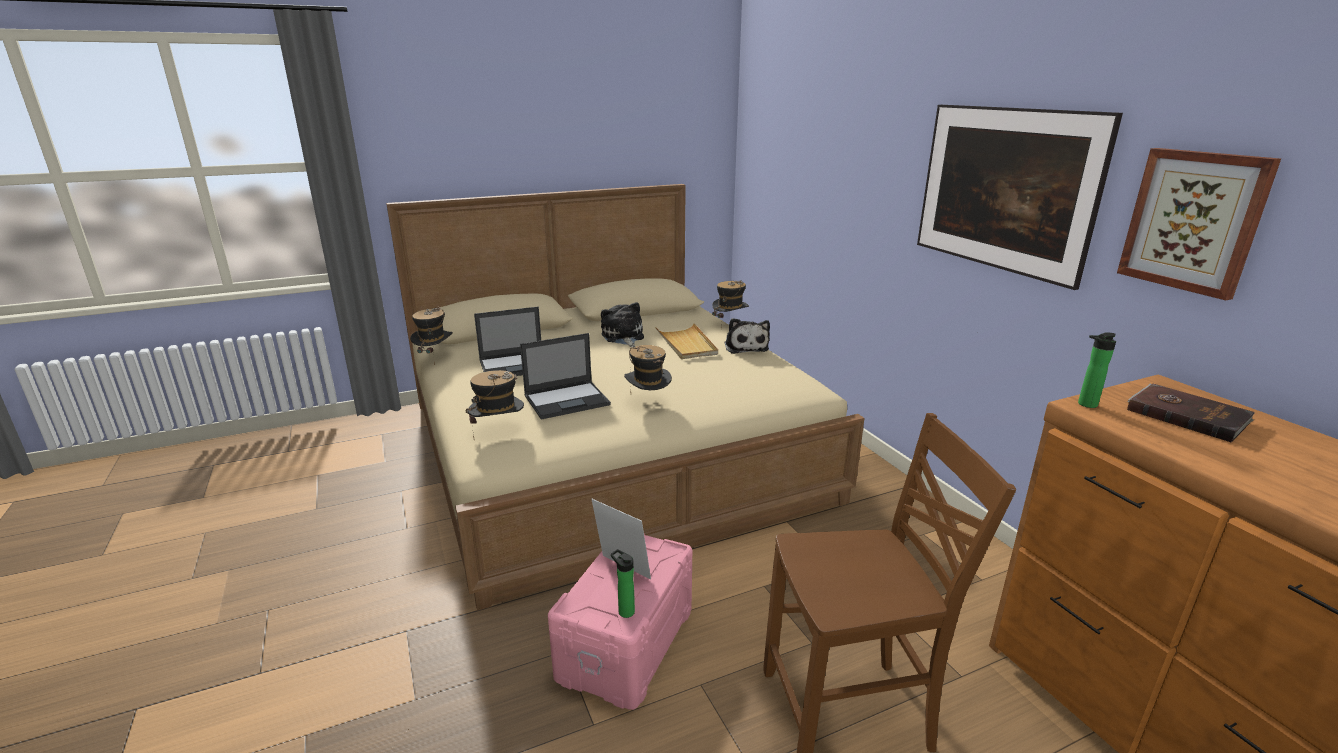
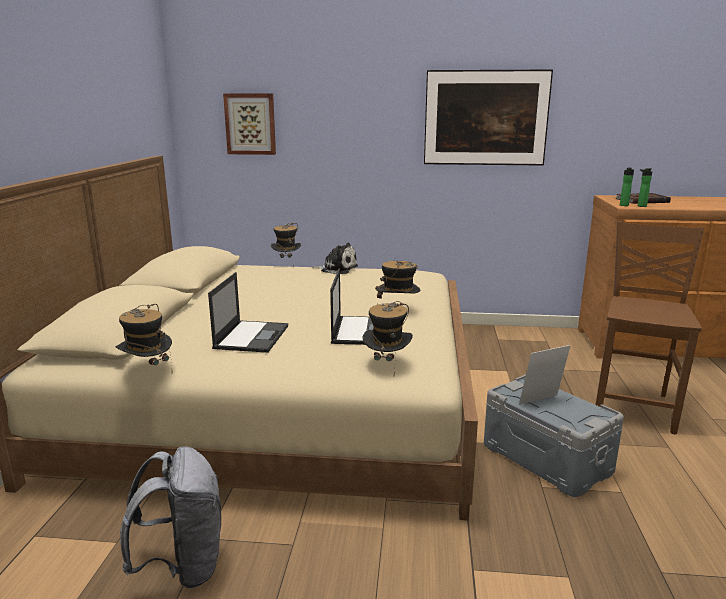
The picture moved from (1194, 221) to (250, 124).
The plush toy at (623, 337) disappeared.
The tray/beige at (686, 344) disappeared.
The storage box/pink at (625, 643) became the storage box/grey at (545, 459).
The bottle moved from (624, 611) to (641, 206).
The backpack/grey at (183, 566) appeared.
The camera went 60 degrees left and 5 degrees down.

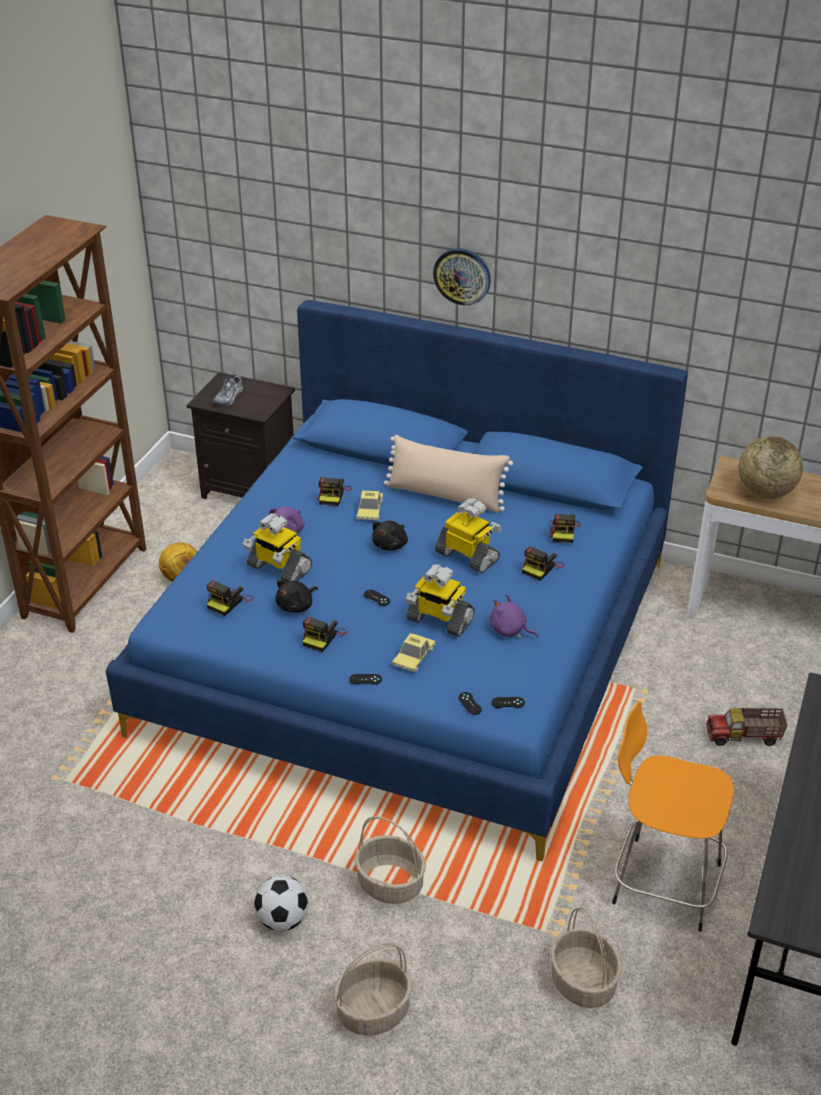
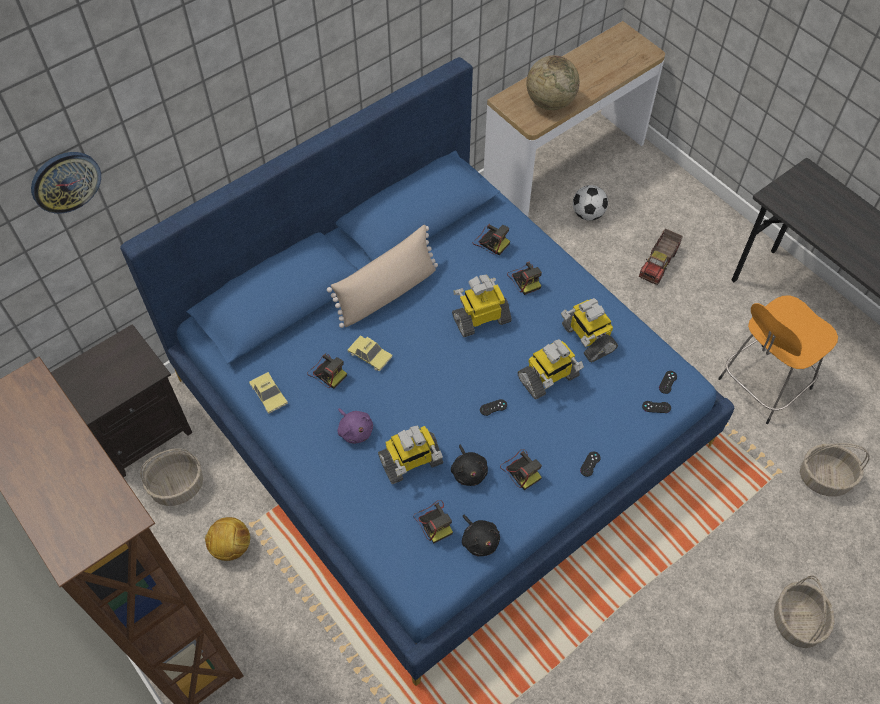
The wall clock moved from (462, 276) to (65, 181).
The shoe at (229, 397) disappeared.
The plush toy/black moved from (391, 544) to (479, 540).
The plush toy/purple at (510, 630) was replaced by the toy robot at (587, 338).
The toy car moved from (413, 656) to (269, 395).
The basket moved from (389, 884) to (177, 487).
The football moved from (282, 920) to (588, 214).
The camera went 60 degrees left and 20 degrees up.

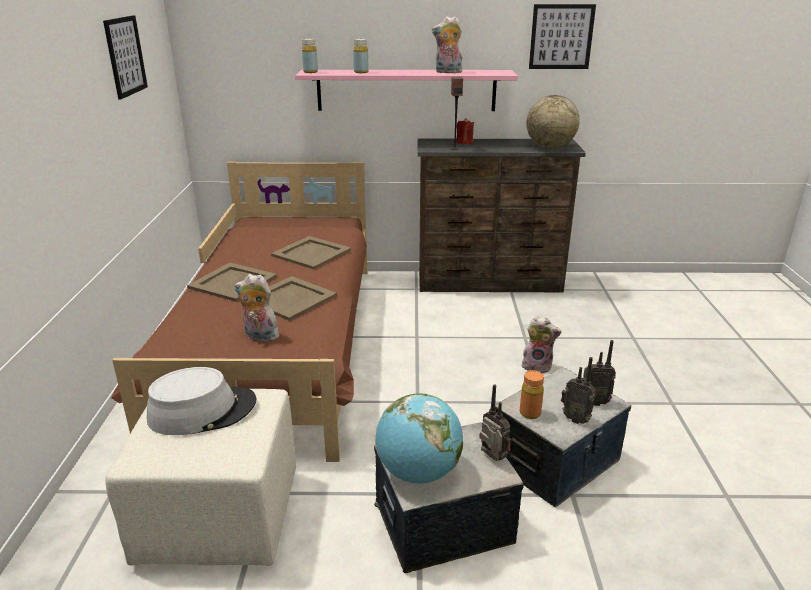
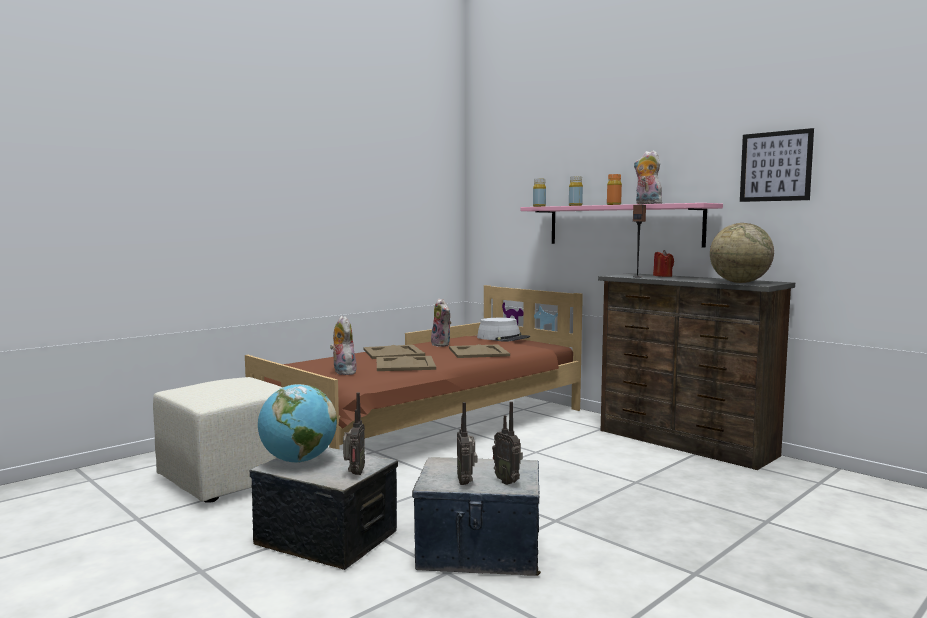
The picture at (125, 56) disappeared.
The plush toy moved from (537, 366) to (442, 345).
The hat/grey moved from (202, 411) to (503, 338).
The bottle/orange moved from (530, 413) to (613, 205).
The camera went 45 degrees right and 20 degrees down.

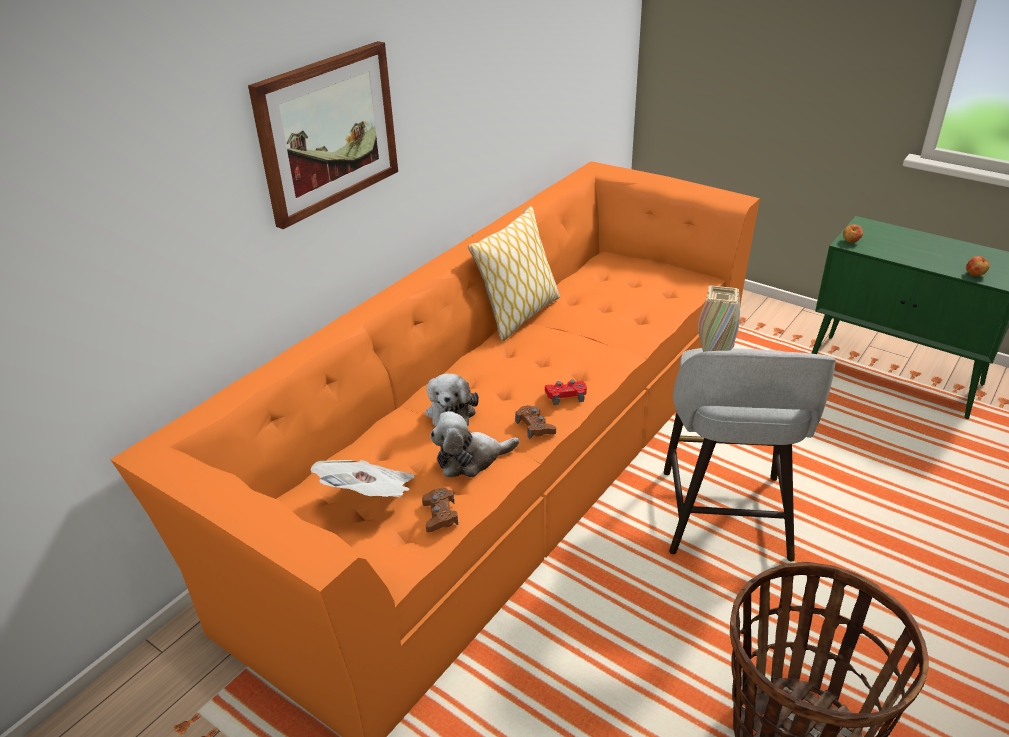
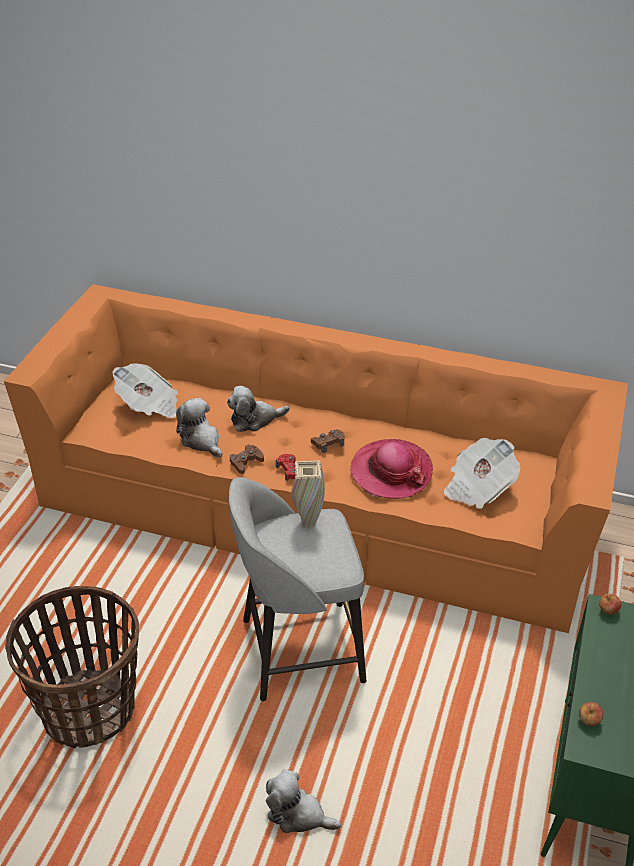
The picture at (327, 132) disappeared.
The pillow at (519, 315) disappeared.
The game controller/brown moved from (440, 515) to (328, 443).
The newspaper at (478, 487) appeared.
The hat at (391, 471) appeared.
The plush toy at (298, 814) appeared.
The camera went 70 degrees right and 5 degrees up.

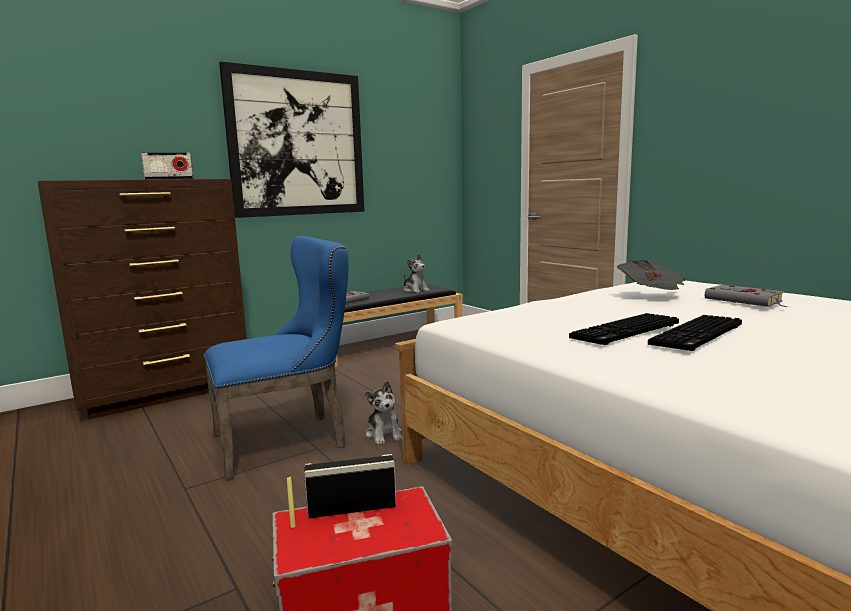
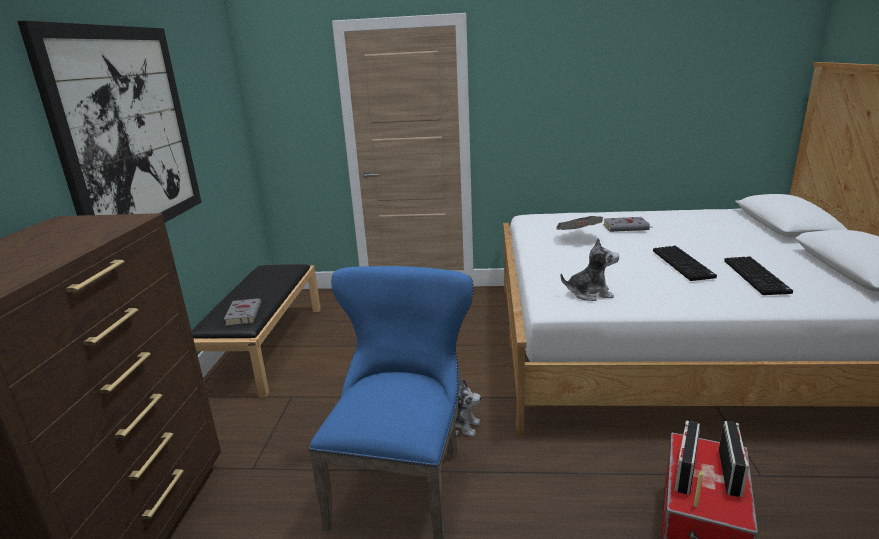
The radio moved from (169, 179) to (730, 472).
The plush toy moved from (415, 290) to (589, 293).
The keyboard moved from (626, 331) to (757, 277).
The camera went 50 degrees left and 10 degrees up.

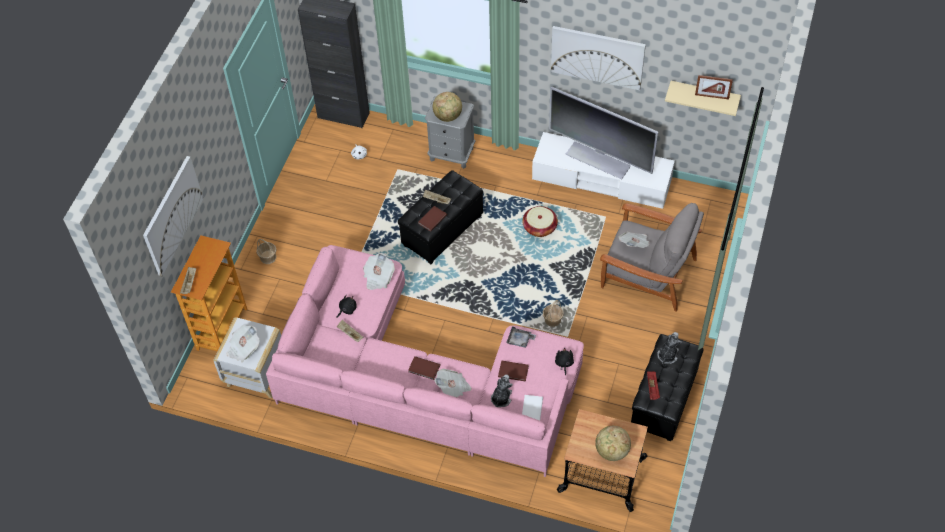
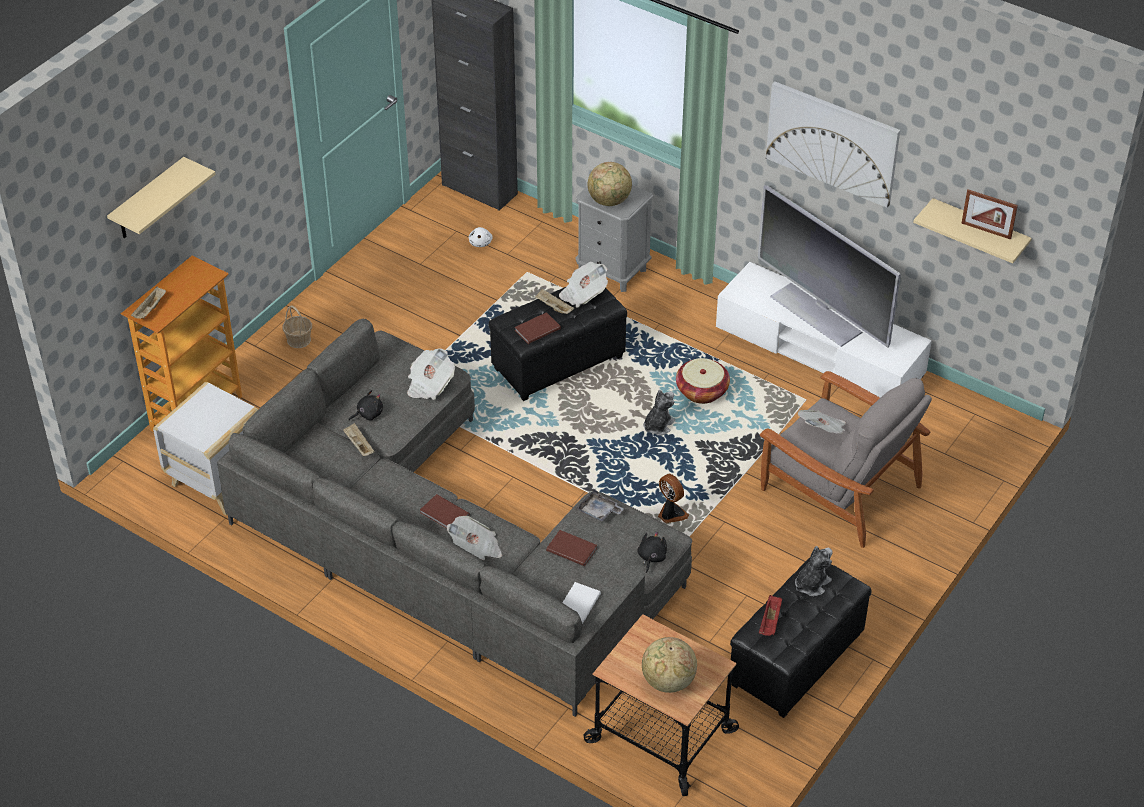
The picture at (172, 215) was replaced by the shelf/beige at (148, 200).
The sofa/pink at (419, 381) became the sofa/grey at (444, 545).
The basket at (552, 320) was replaced by the fan at (671, 514).
The newspaper moved from (243, 348) to (583, 294).
The plush toy moved from (501, 398) to (658, 425).
The camera went 15 degrees right and 10 degrees down.

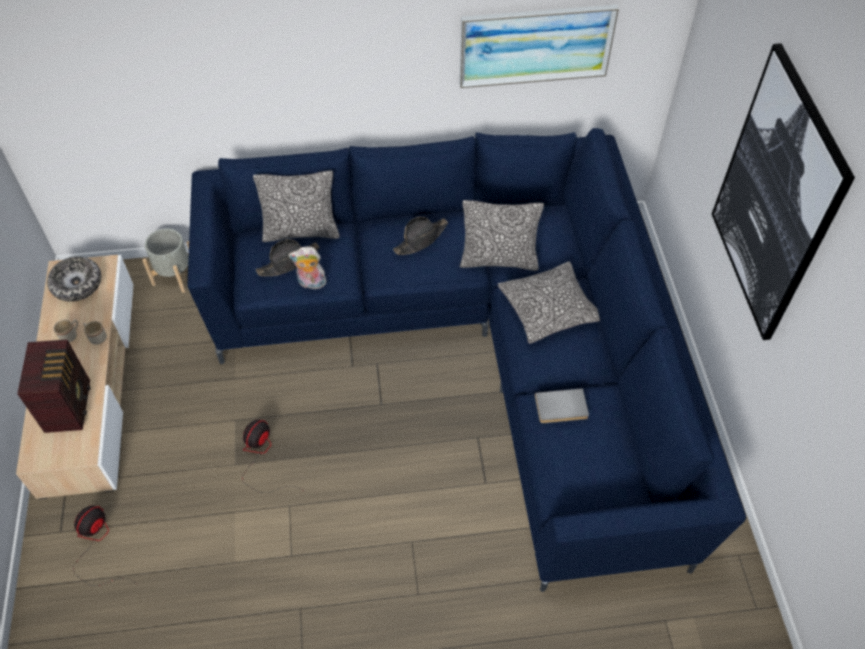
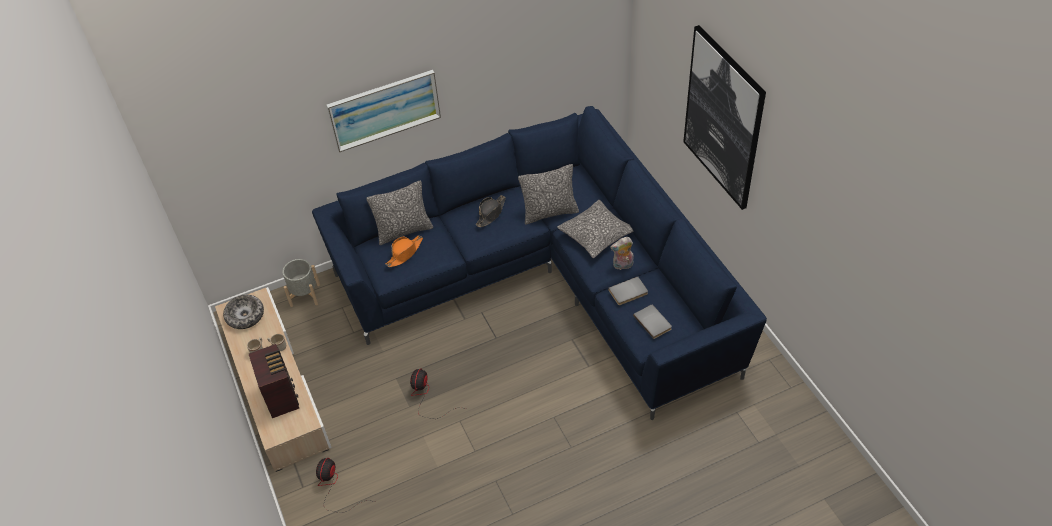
The picture moved from (535, 45) to (384, 109).
The hat/black at (289, 262) became the hat/orange at (404, 253).
The plush toy moved from (311, 283) to (622, 265).
The book/grey at (653, 322) appeared.
The camera went 15 degrees left and 5 degrees down.

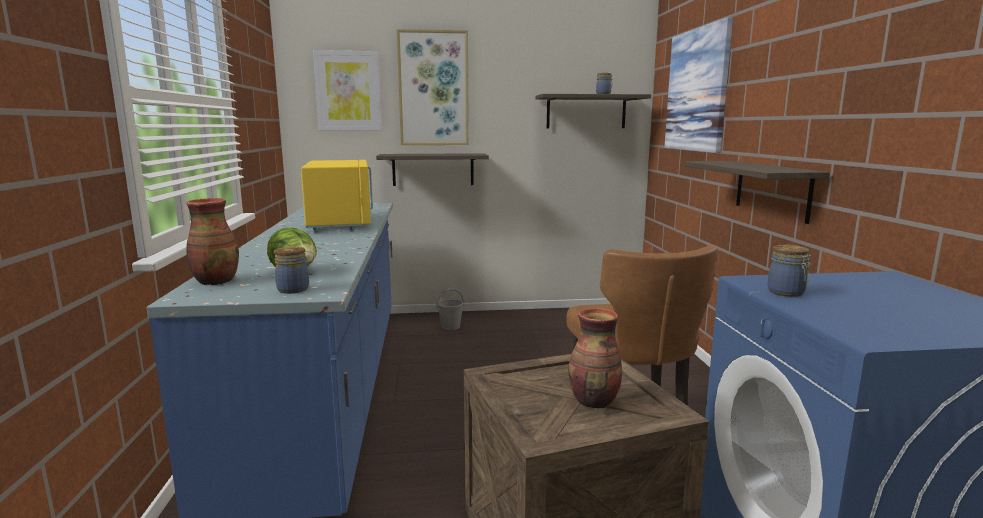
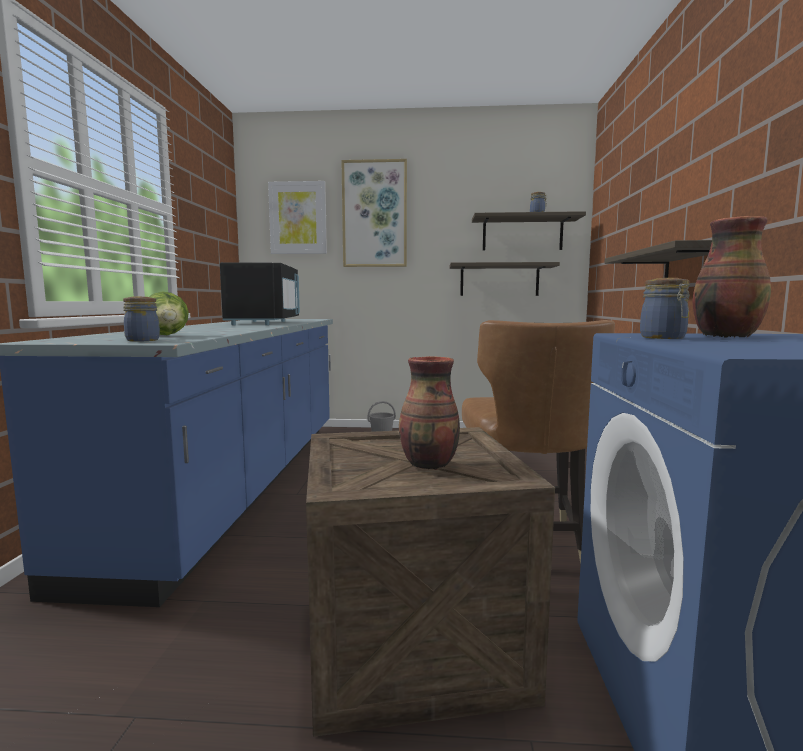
The picture at (697, 90) disappeared.
The shelf moved from (433, 169) to (499, 280).
The microwave/yellow at (341, 223) became the microwave/black at (265, 323).
The vase moved from (215, 281) to (724, 336).
The camera went 10 degrees right and 5 degrees down.

